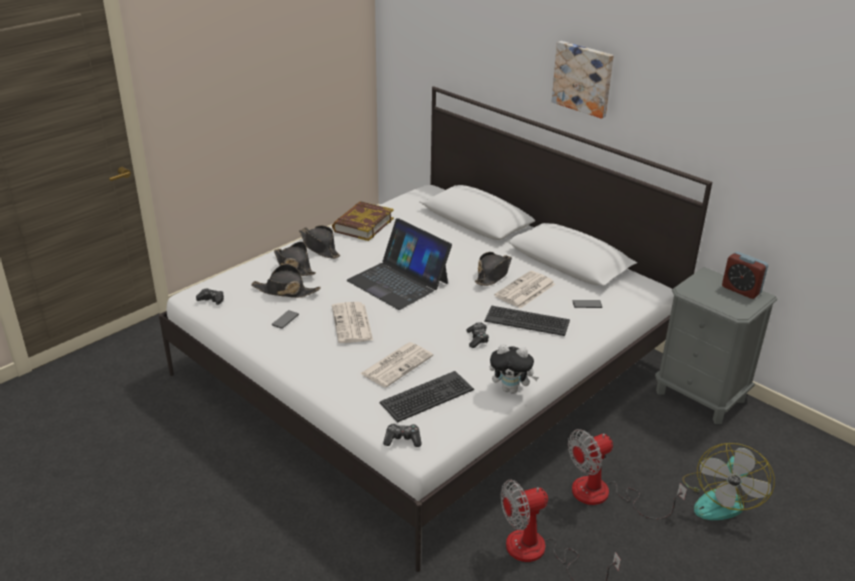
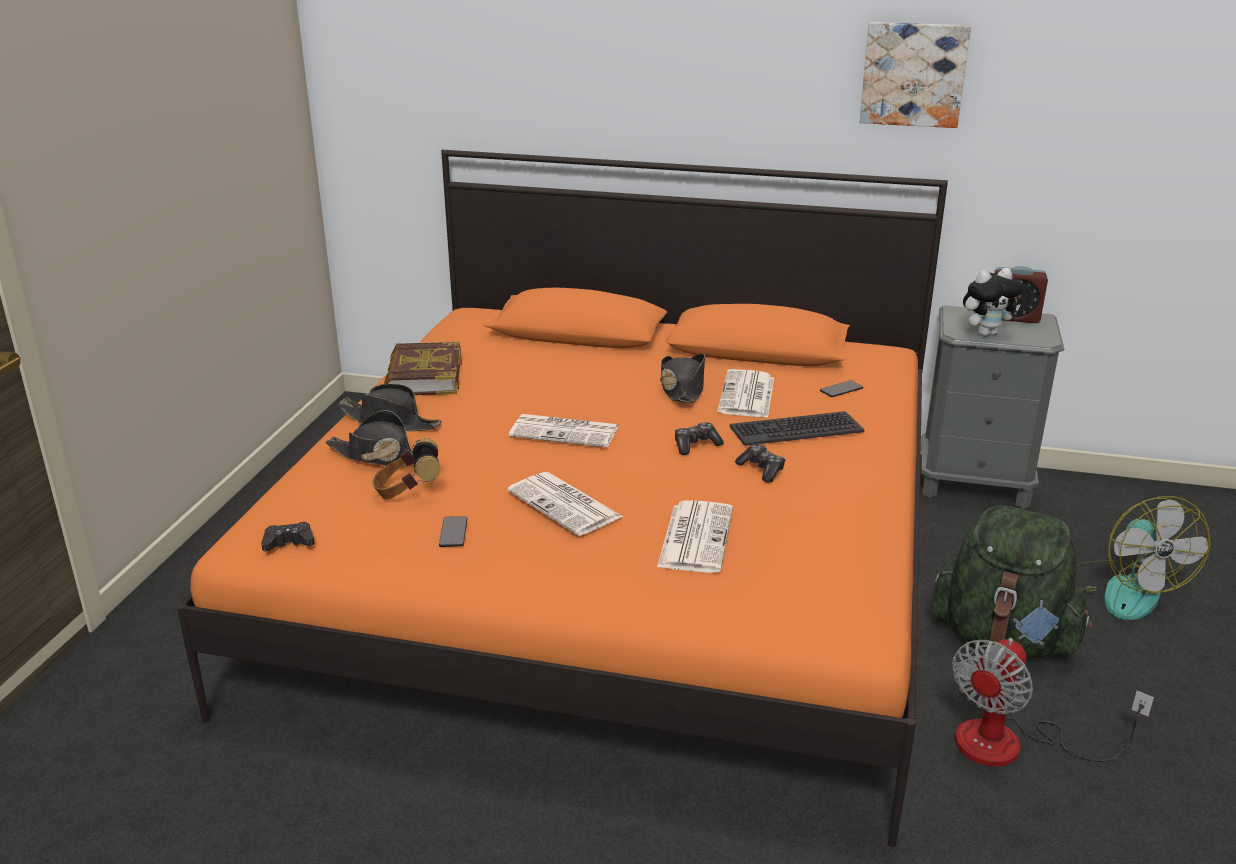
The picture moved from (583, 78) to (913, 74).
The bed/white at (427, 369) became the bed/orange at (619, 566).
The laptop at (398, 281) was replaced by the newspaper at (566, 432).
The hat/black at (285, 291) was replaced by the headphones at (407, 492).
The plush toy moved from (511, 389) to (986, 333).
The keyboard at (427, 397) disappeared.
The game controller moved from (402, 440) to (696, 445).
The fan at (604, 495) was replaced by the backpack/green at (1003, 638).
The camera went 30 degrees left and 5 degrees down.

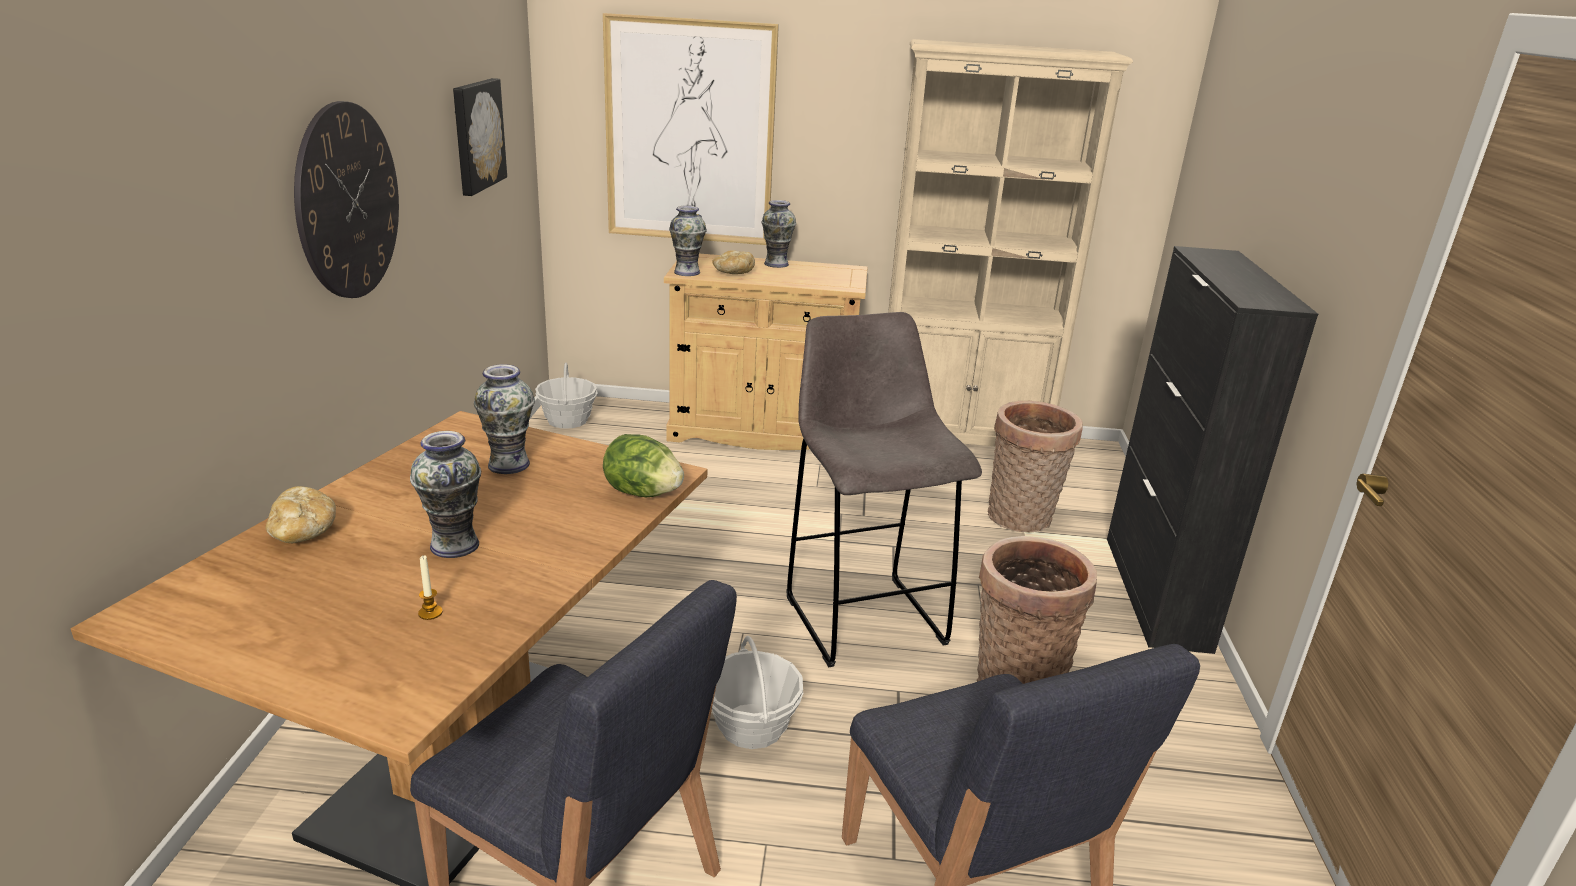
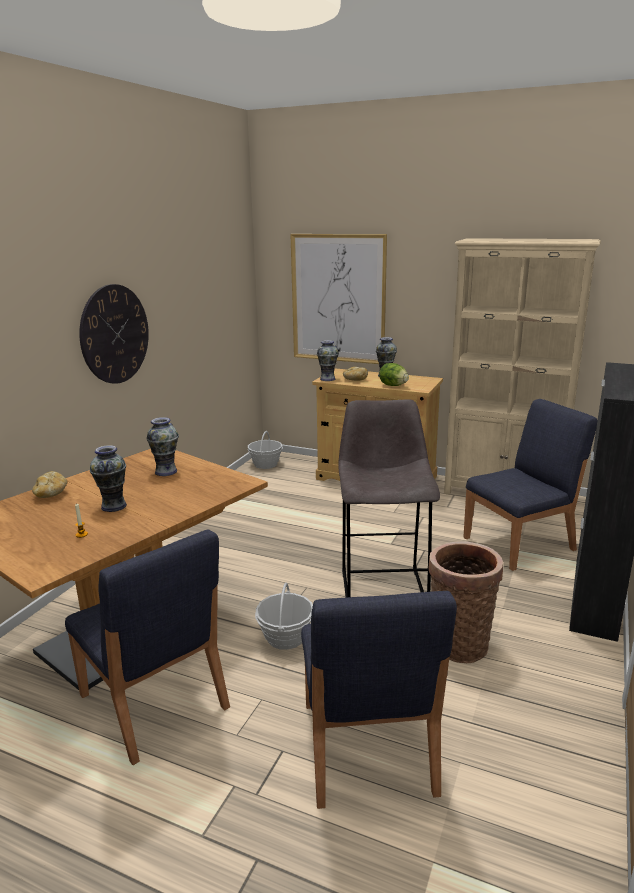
The picture at (476, 135) disappeared.
The basket at (1021, 519) was replaced by the chair/blue at (520, 543).
The lettuce moved from (642, 493) to (393, 385).
The camera went 20 degrees right and 5 degrees down.

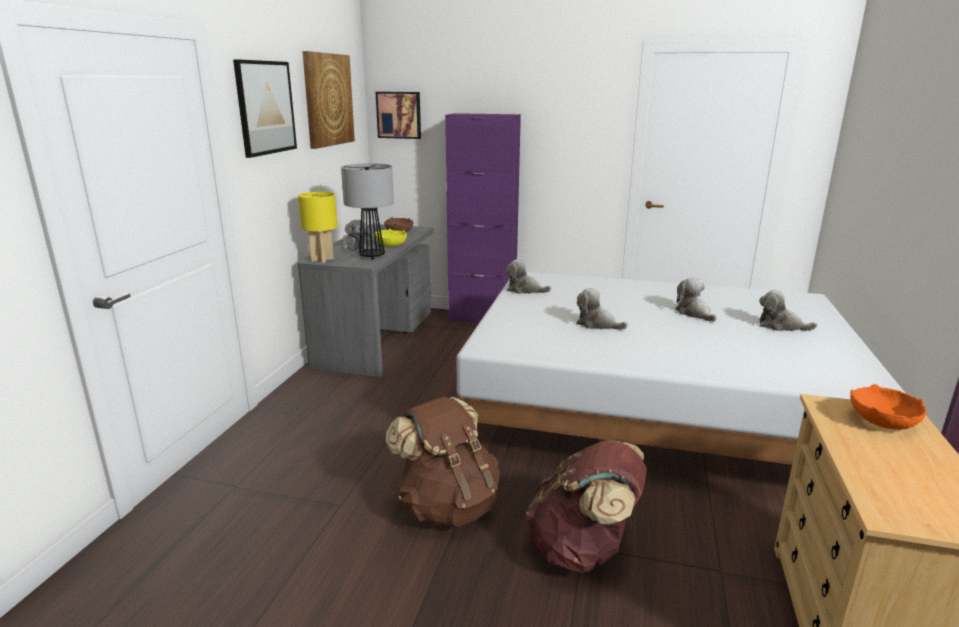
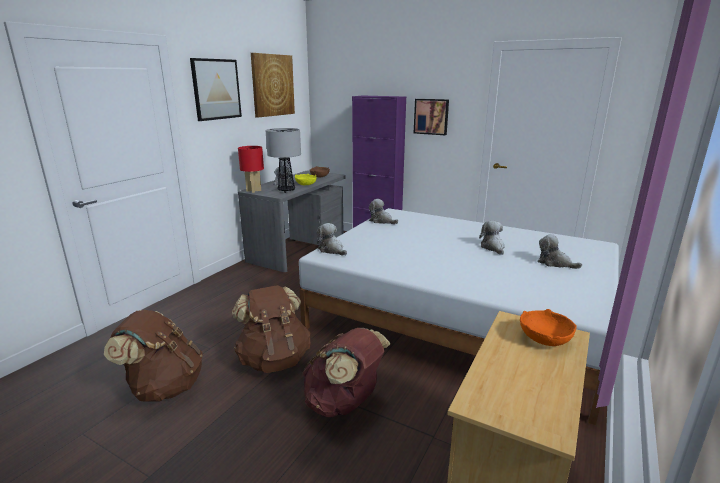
The picture moved from (399, 115) to (431, 116).
The table lamp/yellow at (322, 260) became the table lamp/red at (253, 191).
The plush toy moved from (597, 324) to (332, 250).
The backpack/brown at (164, 387) appeared.
The camera went 15 degrees right and 0 degrees up.

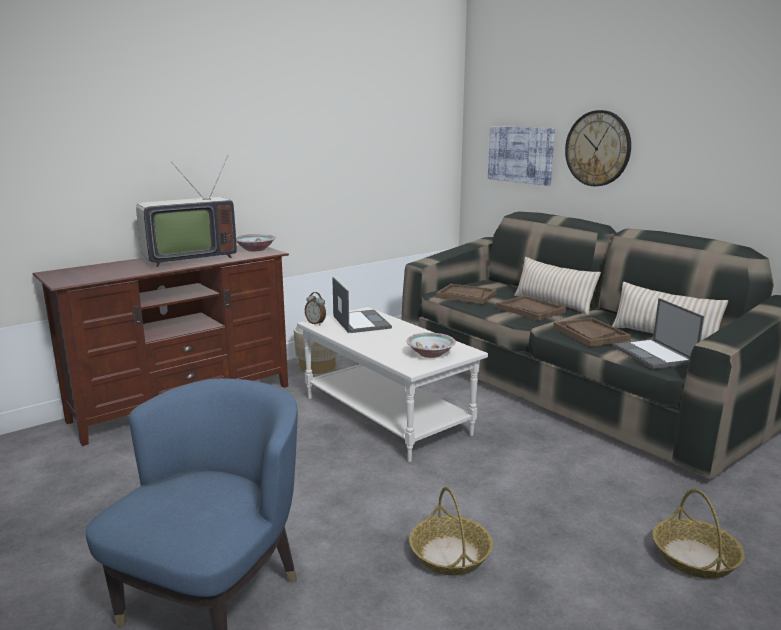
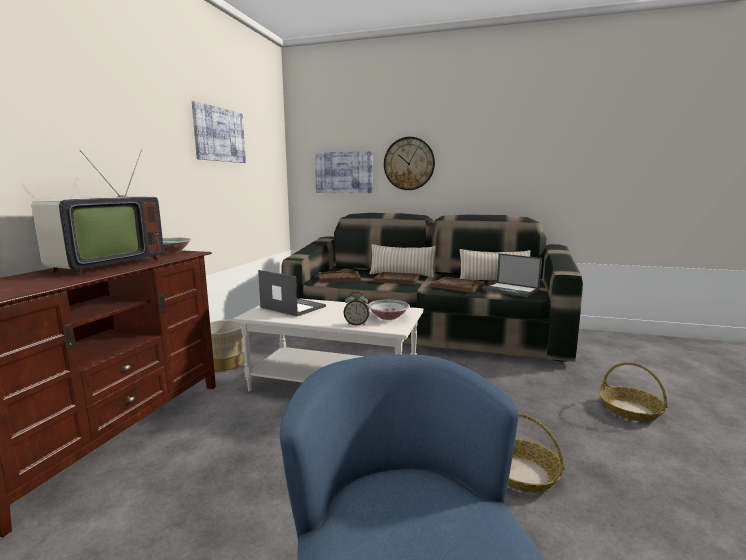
The alarm clock moved from (316, 323) to (356, 324).
The picture at (219, 135) appeared.
The camera went 35 degrees left and 5 degrees down.

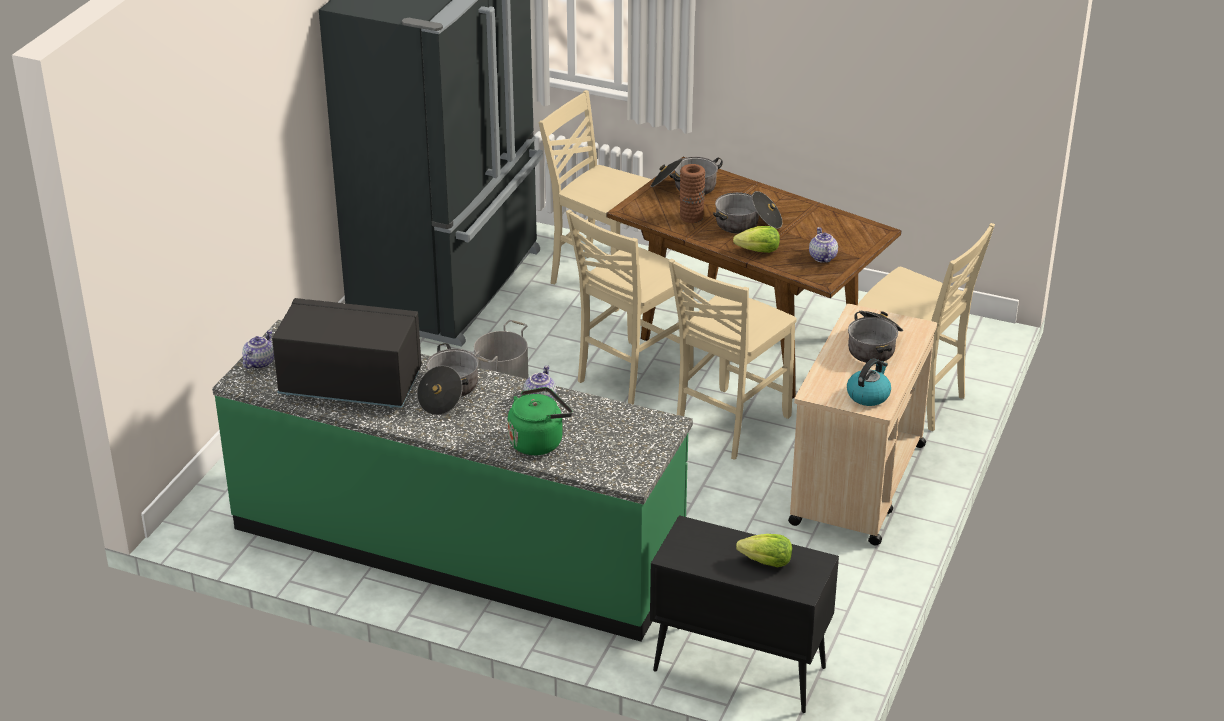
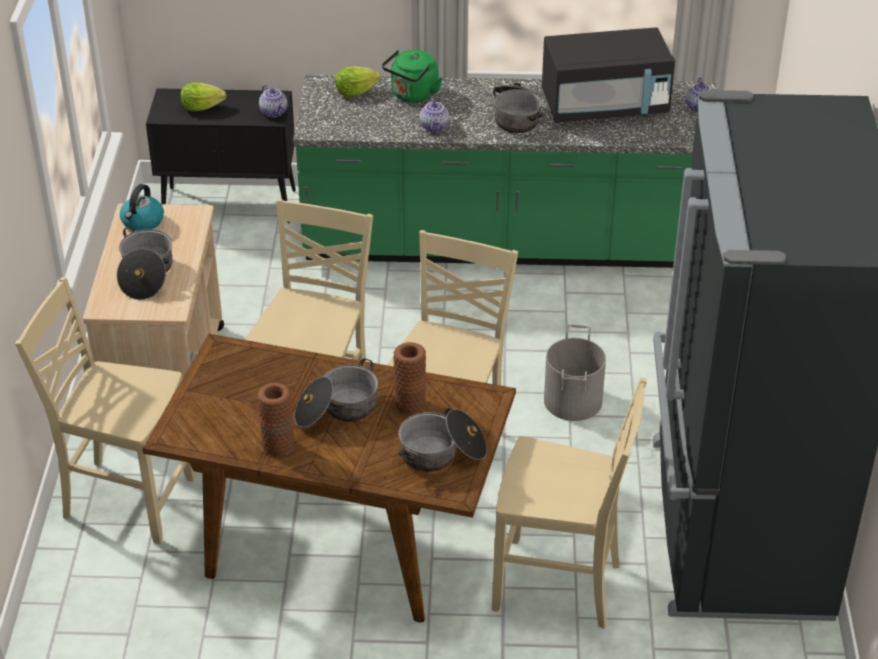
The lettuce moved from (758, 251) to (355, 92).
The teapot moved from (822, 257) to (274, 112).
The vase/brown at (278, 446) appeared.
The camera went 160 degrees right and 5 degrees up.

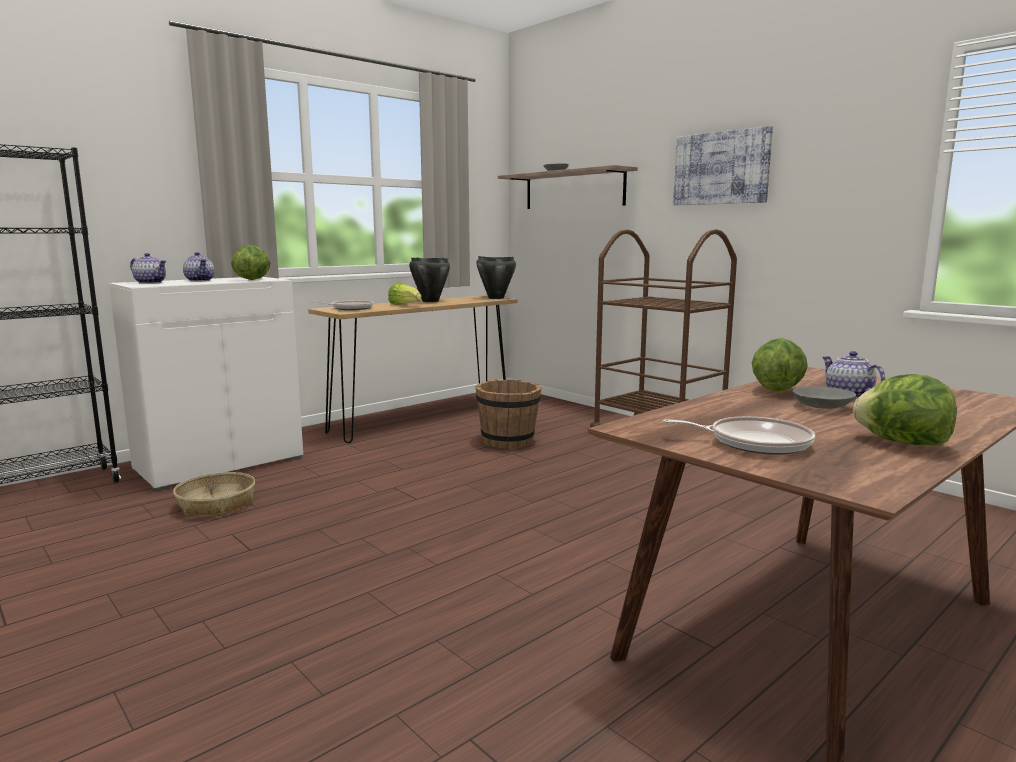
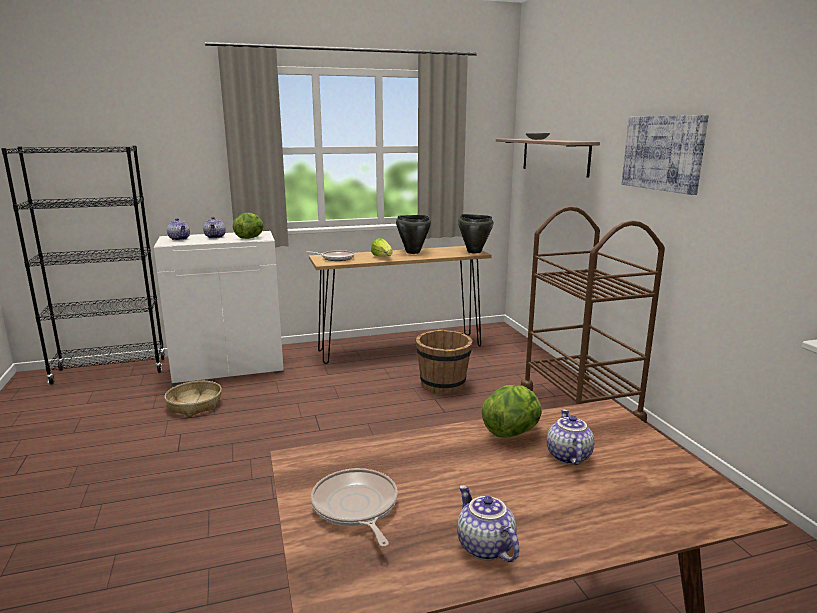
The lettuce at (902, 443) was replaced by the teapot at (483, 547).
The bowl/grey at (821, 406) disappeared.
The frying pan at (754, 442) turned 150 degrees counterclockwise.
The camera went 25 degrees right and 5 degrees up.

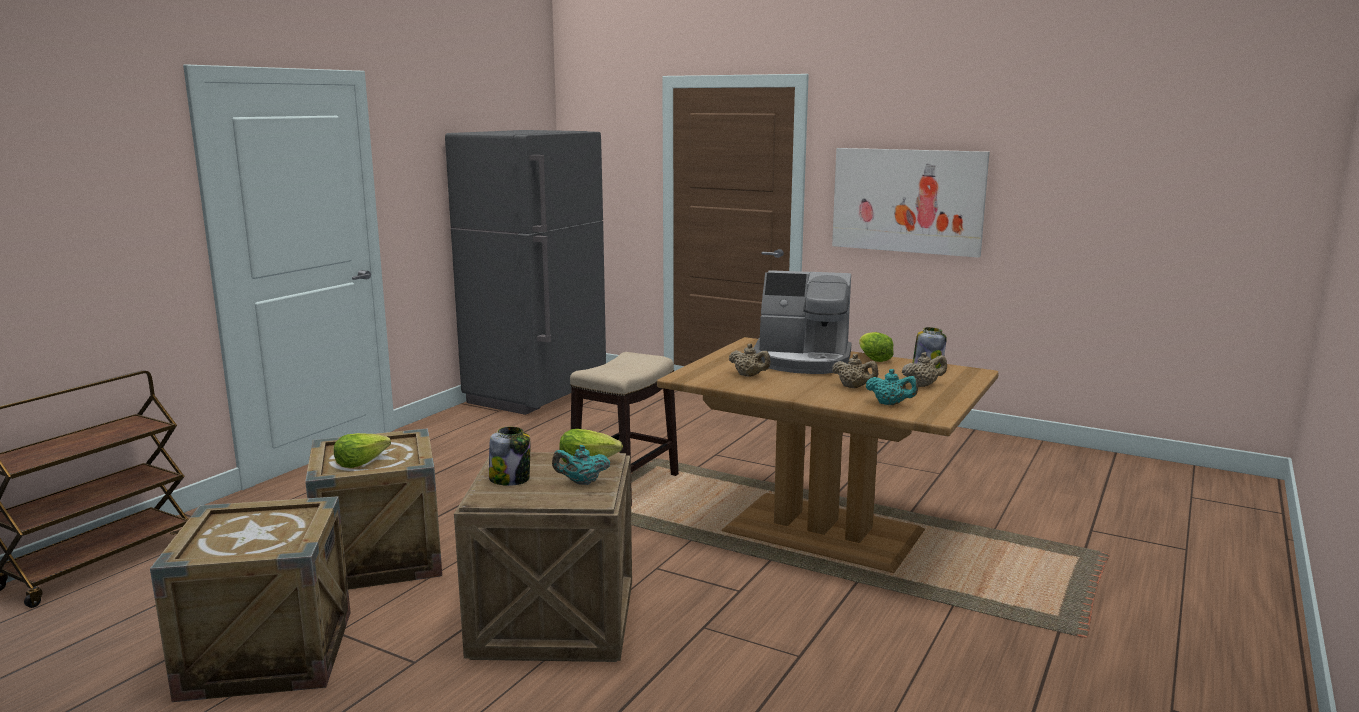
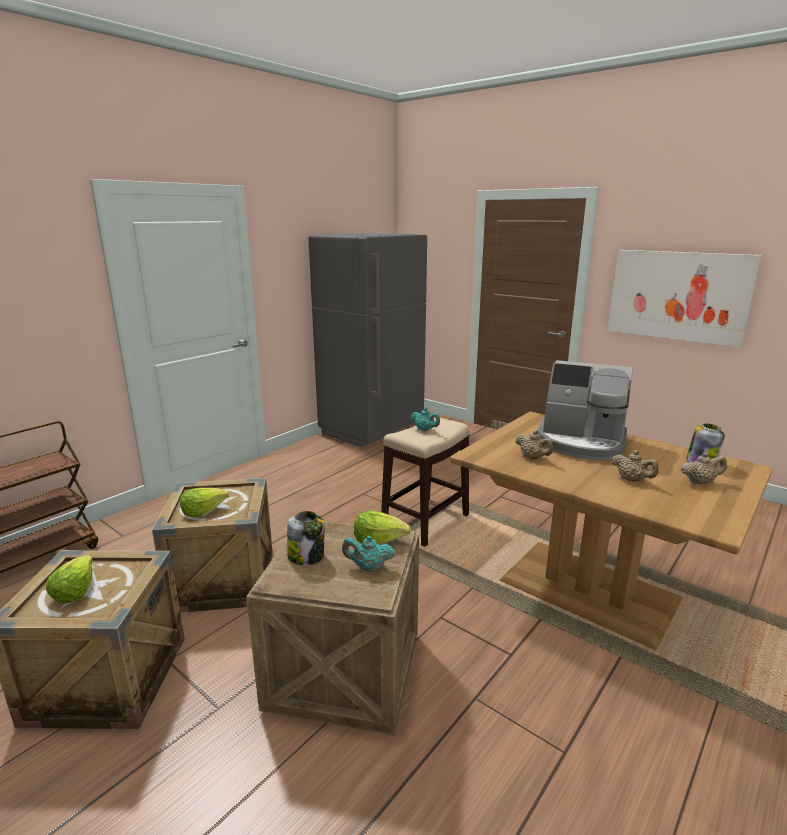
The lettuce moved from (873, 359) to (75, 591).
The teapot/turquoise moved from (890, 404) to (425, 430).
The camera went 10 degrees right and 5 degrees up.

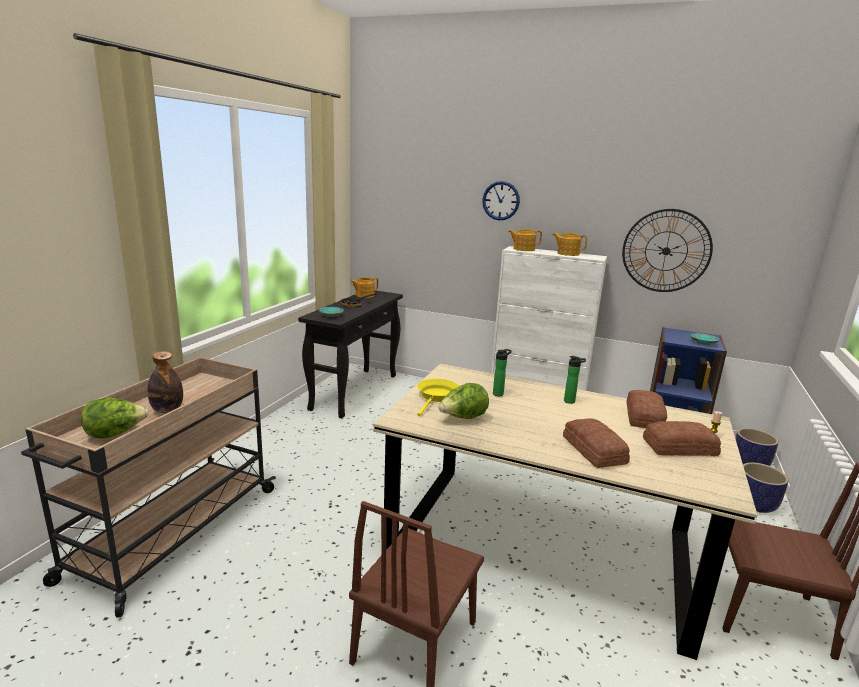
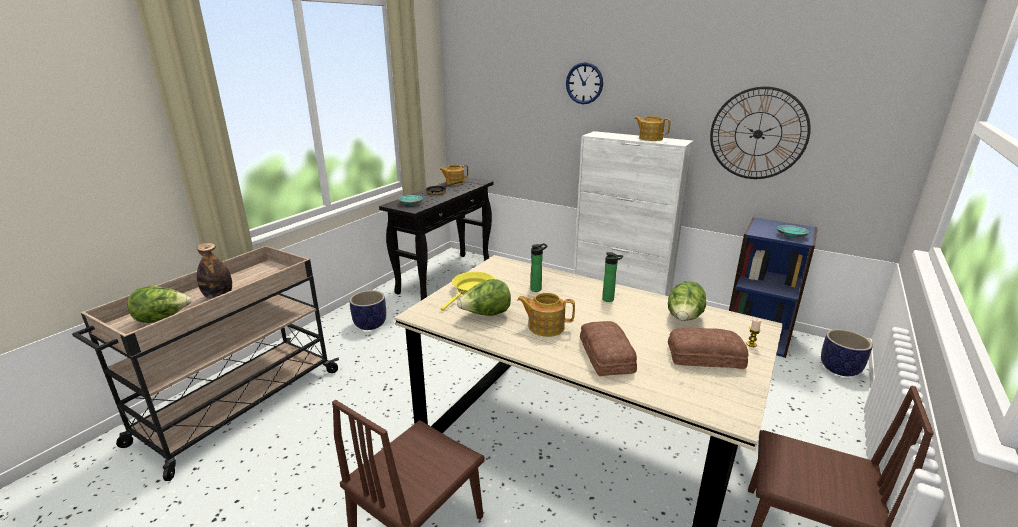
The teapot moved from (523, 249) to (545, 326).
The bread at (645, 416) was replaced by the lettuce at (684, 319).
The planter moved from (756, 505) to (370, 324).
The camera went 10 degrees right and 5 degrees up.

